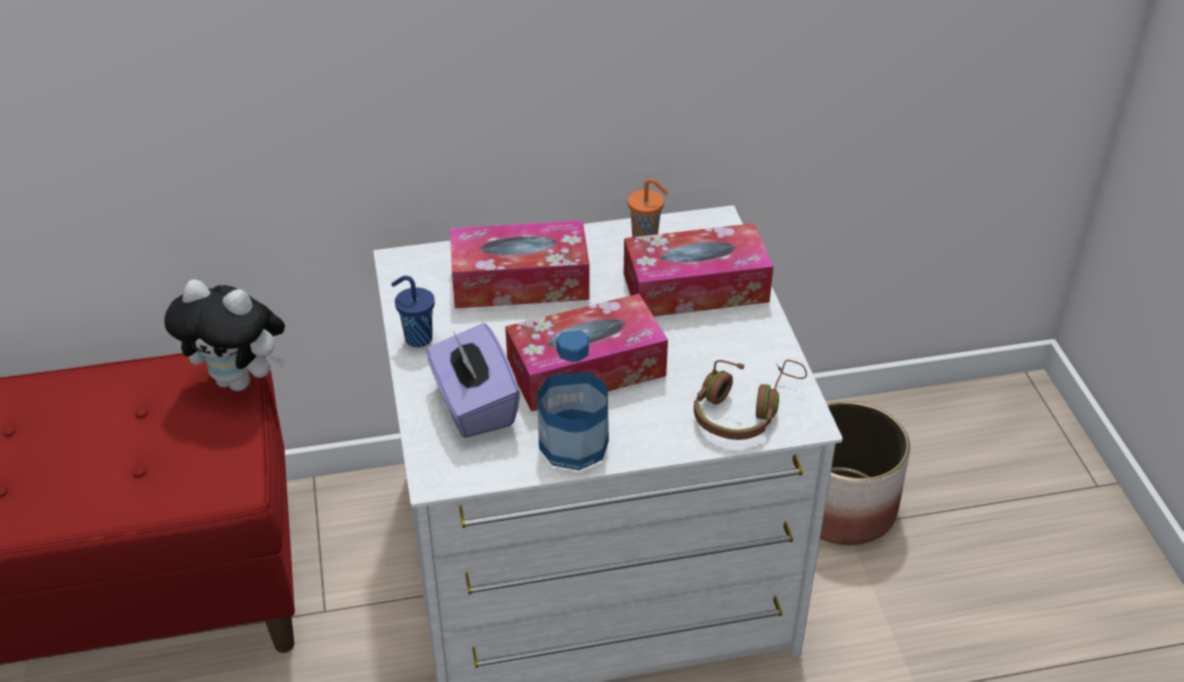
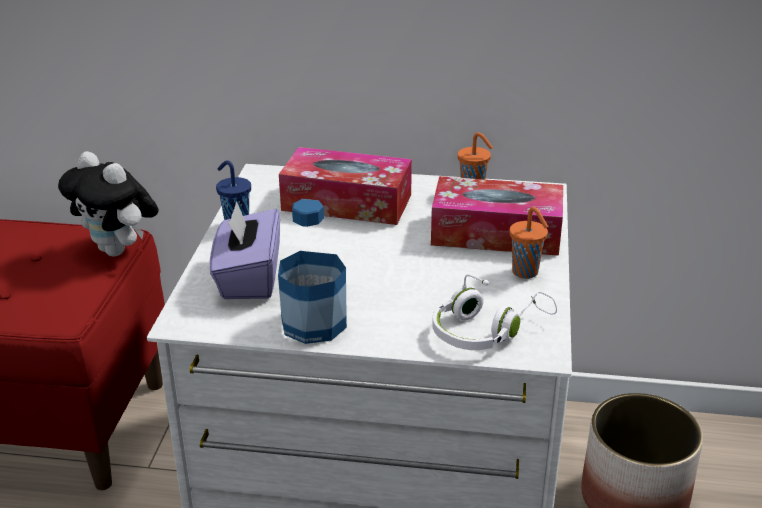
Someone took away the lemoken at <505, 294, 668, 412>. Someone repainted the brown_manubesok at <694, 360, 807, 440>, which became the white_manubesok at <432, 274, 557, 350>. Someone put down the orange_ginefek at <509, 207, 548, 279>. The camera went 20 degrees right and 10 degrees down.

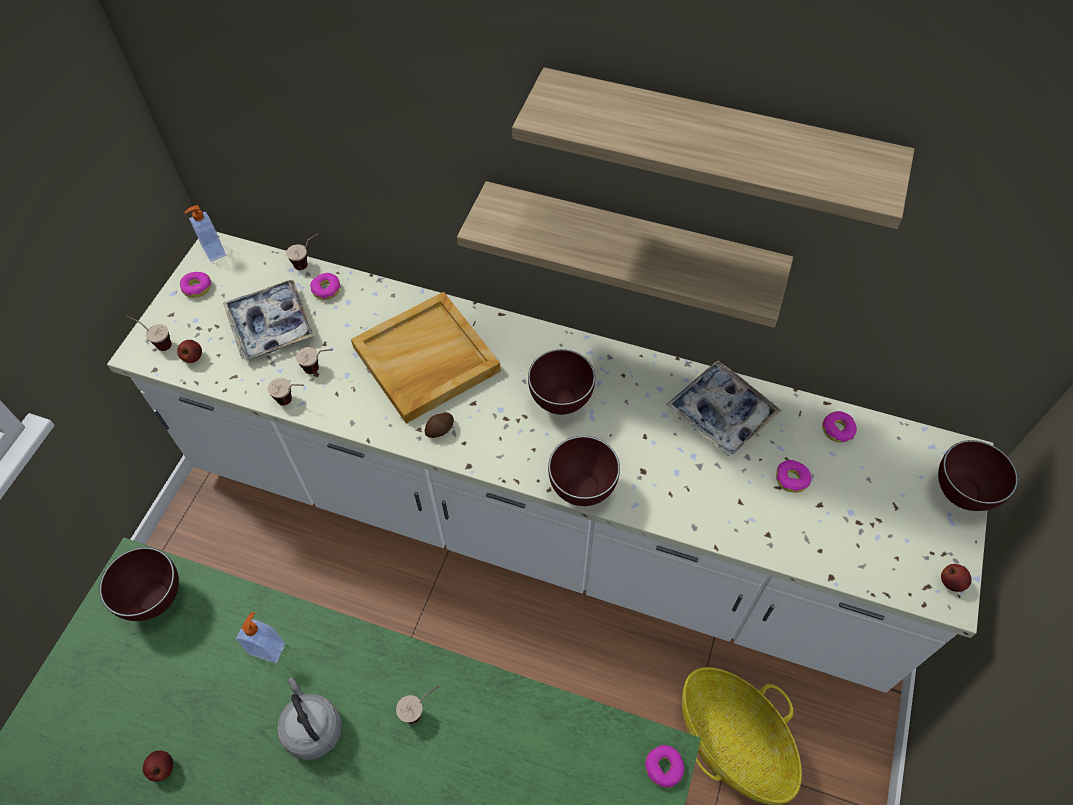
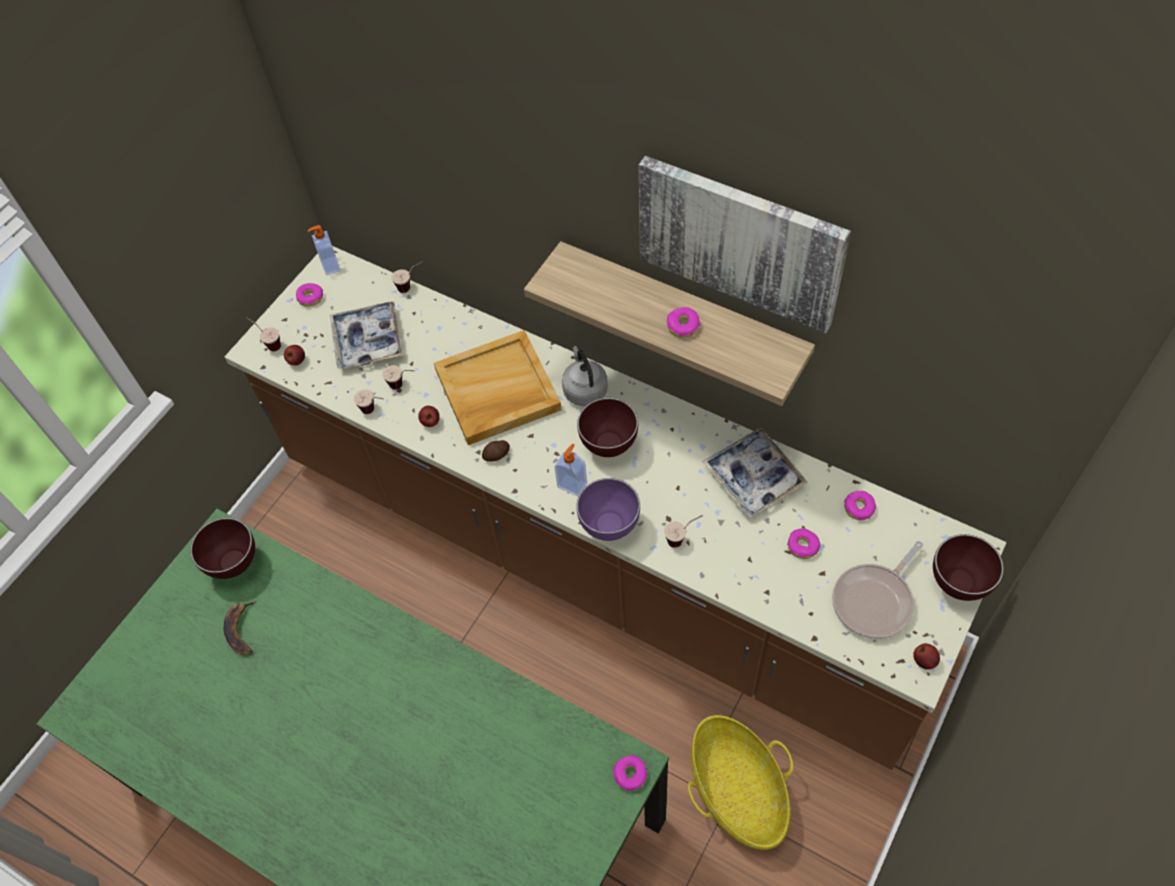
Someone swapped the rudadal at <512, 67, 915, 229> for the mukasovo at <639, 156, 851, 333>. Someone repainted the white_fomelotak at <107, 232, 993, 693>, which became the brown_fomelotak at <225, 246, 1006, 770>. Someone carried the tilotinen from <310, 273, 341, 300> to <667, 307, 700, 337>. Someone repainted the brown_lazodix at <548, 436, 620, 506>, which became the purple_lazodix at <576, 478, 640, 541>. Someone carried the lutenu from <236, 612, 285, 663> to <554, 444, 587, 496>. Someone carried the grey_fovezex from <277, 677, 342, 760> to <562, 346, 608, 406>. Someone carried the ginefek from <396, 686, 439, 724> to <664, 515, 703, 548>. Someone carried the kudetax from <143, 751, 173, 782> to <418, 406, 440, 427>. Someone put down the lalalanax at <832, 541, 923, 639>. Someone put down the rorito at <224, 600, 257, 655>. The camera went 15 degrees right and 0 degrees up.

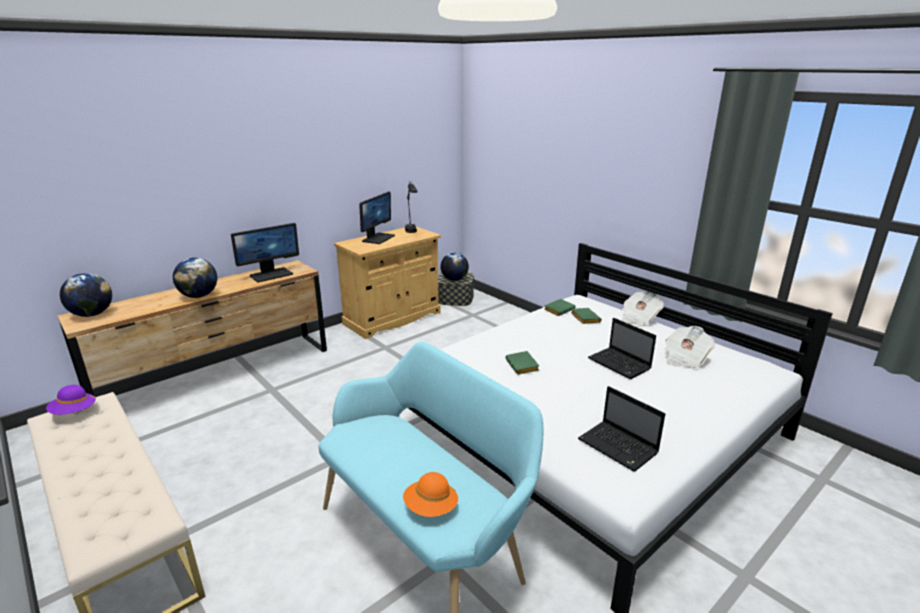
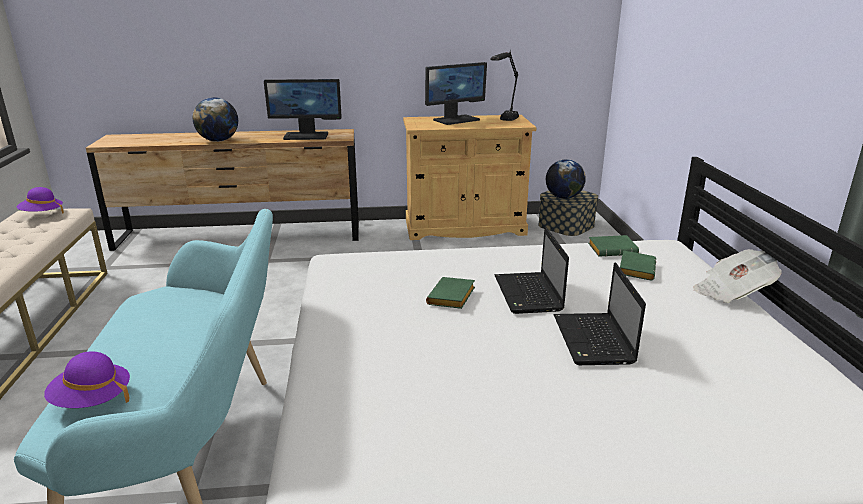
Someone took away the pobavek at <60, 273, 112, 317>. Someone took away the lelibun at <665, 326, 715, 368>. Someone carried the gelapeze from <578, 386, 665, 472> to <494, 227, 569, 314>. Someone repainted the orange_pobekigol at <403, 472, 458, 517>, which became the purple_pobekigol at <44, 351, 130, 408>. The camera went 35 degrees right and 0 degrees up.

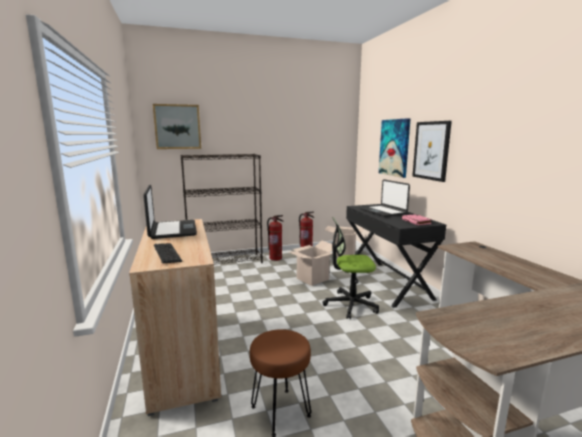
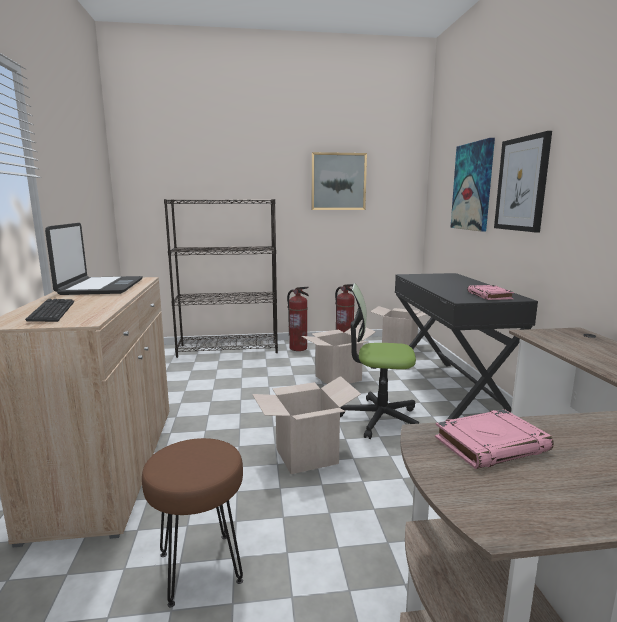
Someone carried the mukasovo from <153, 104, 201, 149> to <311, 152, 367, 210>. Someone took away the gelapeze at <360, 179, 410, 217>. Someone put down the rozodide at <252, 376, 361, 474>. Someone put down the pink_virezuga at <435, 409, 554, 469>. The camera went 10 degrees right and 0 degrees up.

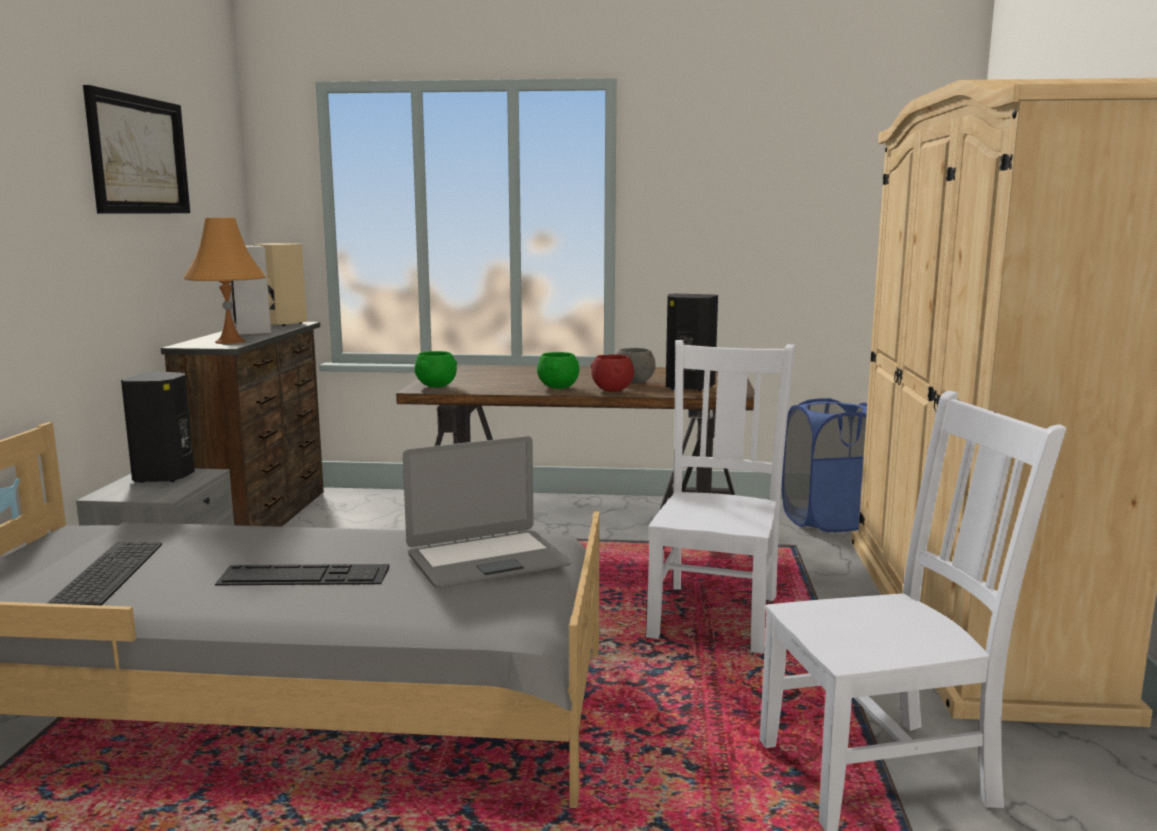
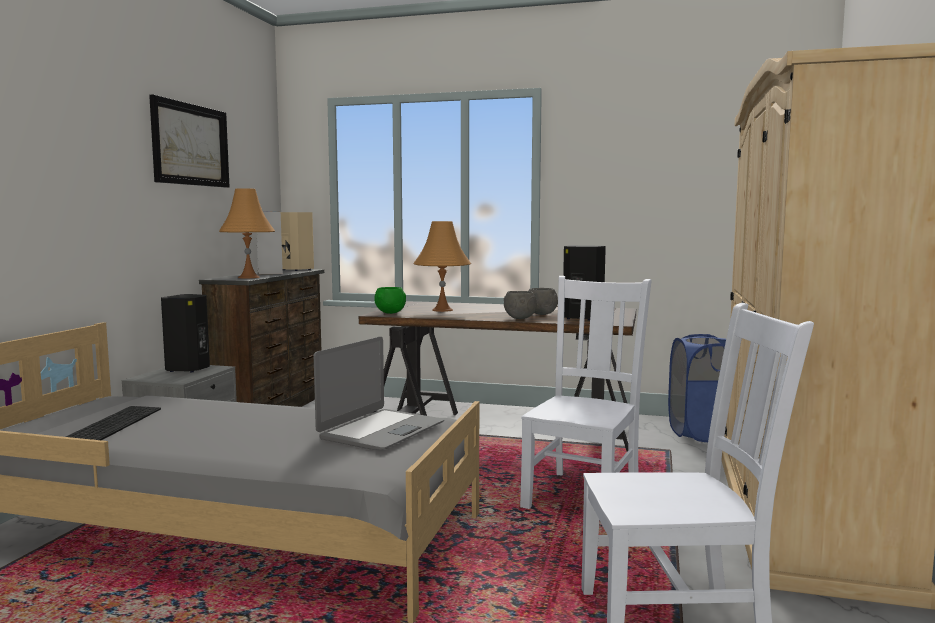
Someone took away the green_lazodix at <537, 352, 579, 389>. Someone repainted the red_lazodix at <591, 354, 634, 392>, which became the grey_lazodix at <504, 291, 537, 319>. Someone rotated the gelapeze at <403, 436, 572, 588> by 45 degrees counterclockwise. Someone took away the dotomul at <215, 564, 389, 585>. Someone put down the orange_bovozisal at <413, 221, 471, 312>. The camera went 10 degrees right and 5 degrees down.

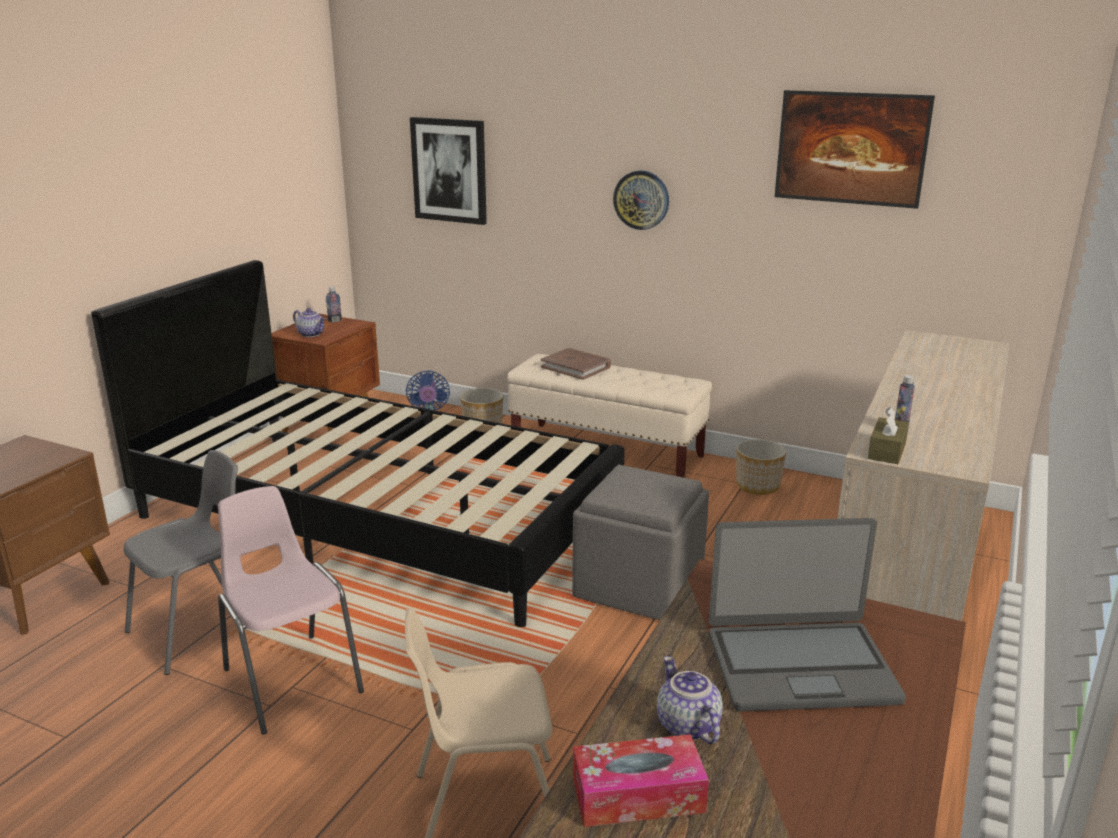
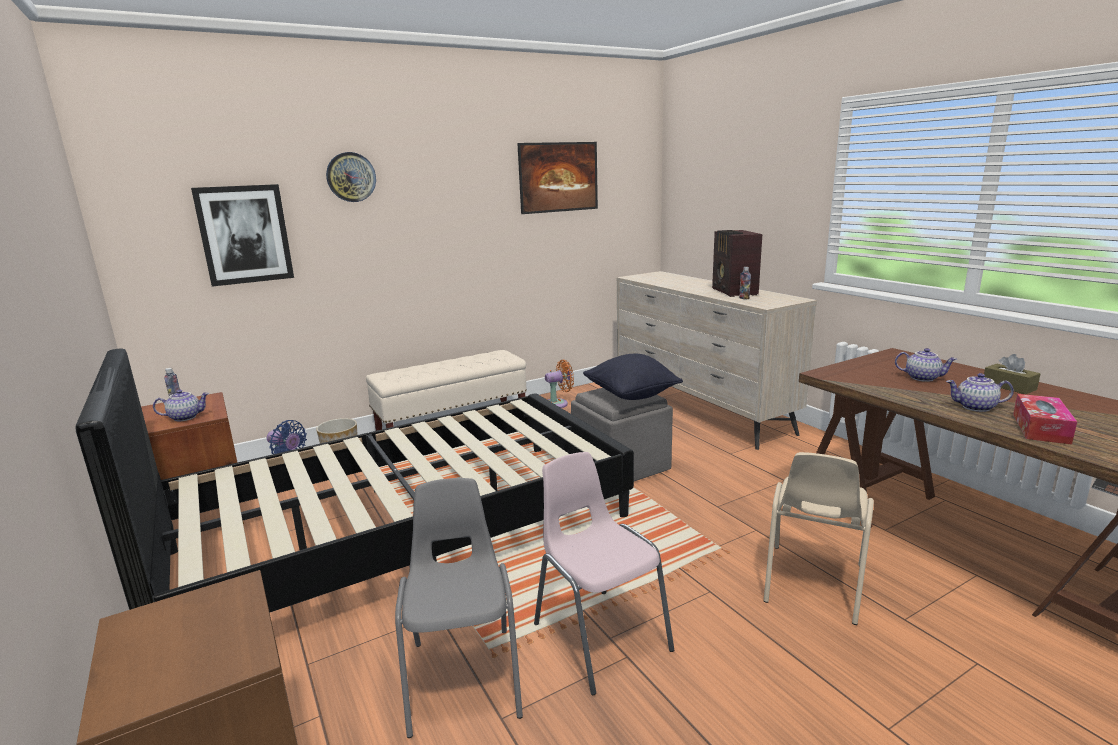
Someone carried the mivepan from <613, 170, 669, 230> to <326, 152, 376, 202>. Someone took away the brown_virezuga at <541, 348, 611, 380>. Someone carried the brown_lemoken from <868, 407, 909, 464> to <984, 354, 1040, 394>. Someone swapped the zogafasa at <736, 439, 786, 495> for the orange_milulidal at <545, 359, 574, 408>. Someone rotated the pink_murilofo at <218, 486, 364, 735> by 60 degrees clockwise. Someone swapped the gelapeze at <709, 518, 906, 711> for the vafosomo at <895, 348, 957, 382>. Someone put down the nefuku at <712, 230, 762, 297>. Someone put down the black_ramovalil at <583, 354, 683, 400>. The camera went 55 degrees left and 5 degrees down.

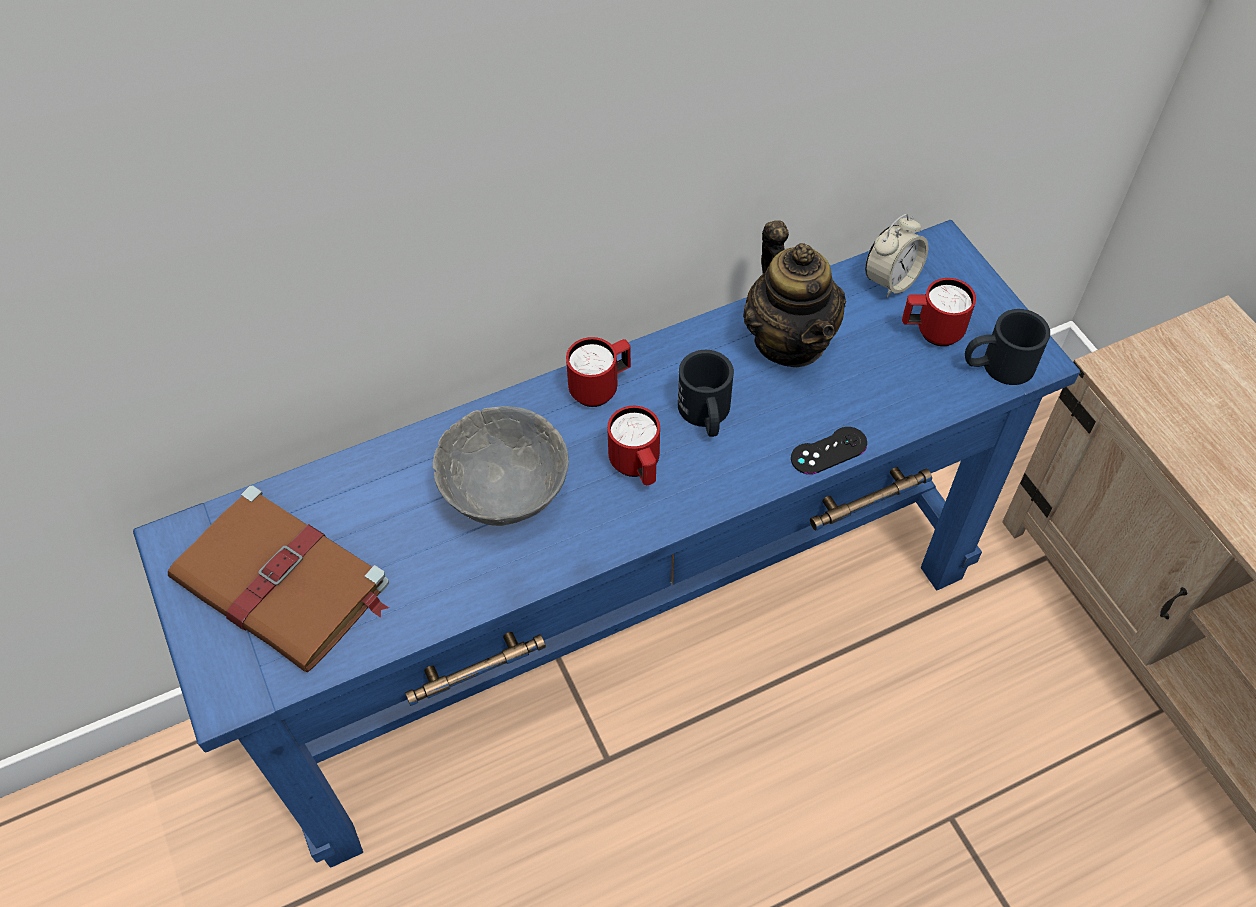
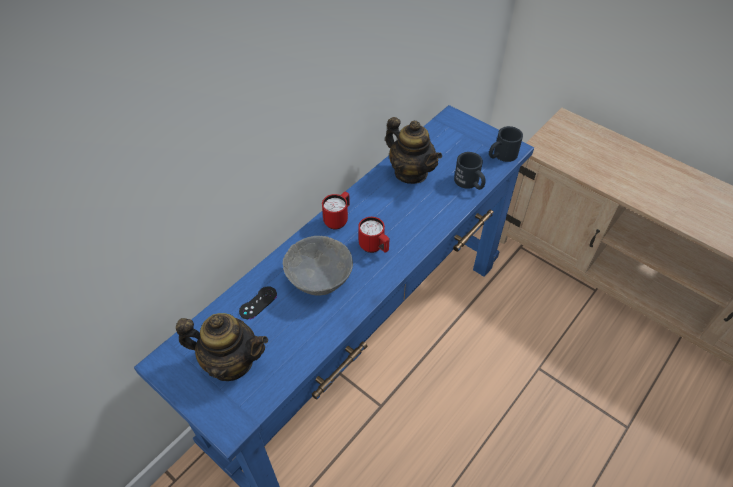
Someone took away the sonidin at <865, 214, 928, 298>. Someone took away the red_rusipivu at <902, 278, 976, 346>. Someone carried the black_rusipivu from <678, 350, 734, 437> to <454, 152, 486, 190>. Someone carried the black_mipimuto from <791, 427, 867, 474> to <239, 286, 277, 319>. Someone swapped the brown_virezuga at <168, 485, 389, 672> for the vafosomo at <176, 313, 268, 381>. The camera went 25 degrees left and 5 degrees down.

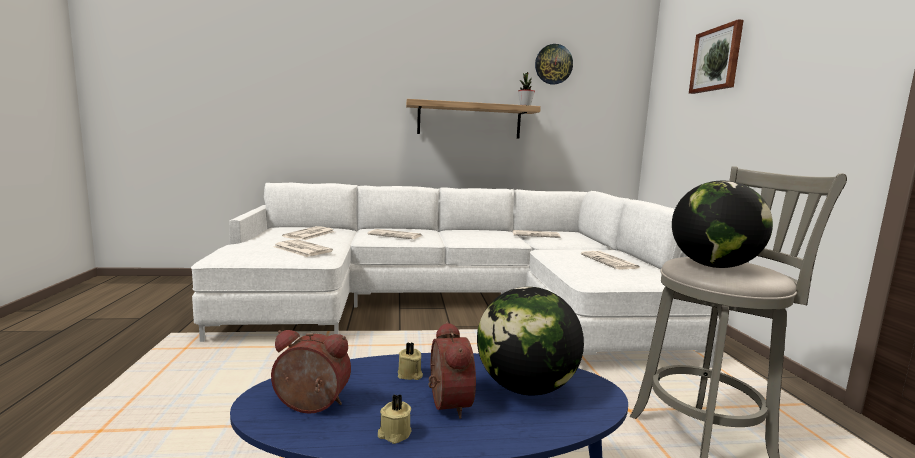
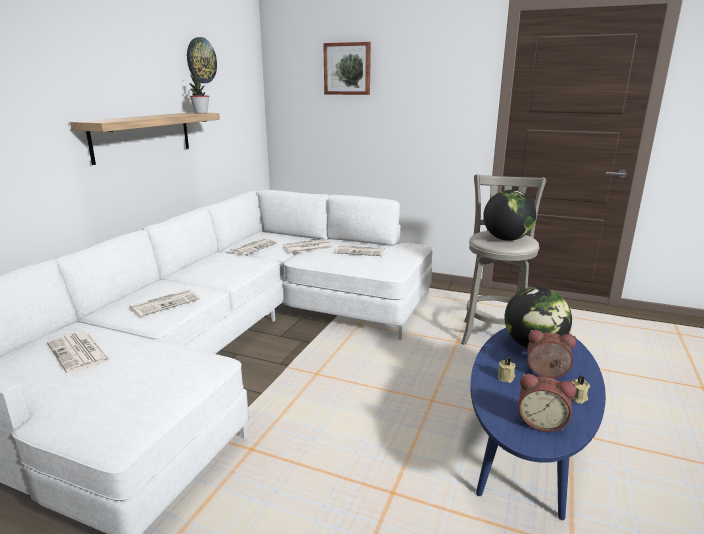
Someone carried the lelibun from <273, 239, 333, 257> to <283, 239, 333, 253>. Someone rotated the sonidin at <271, 330, 351, 414> by 105 degrees counterclockwise. The camera went 60 degrees left and 10 degrees up.

